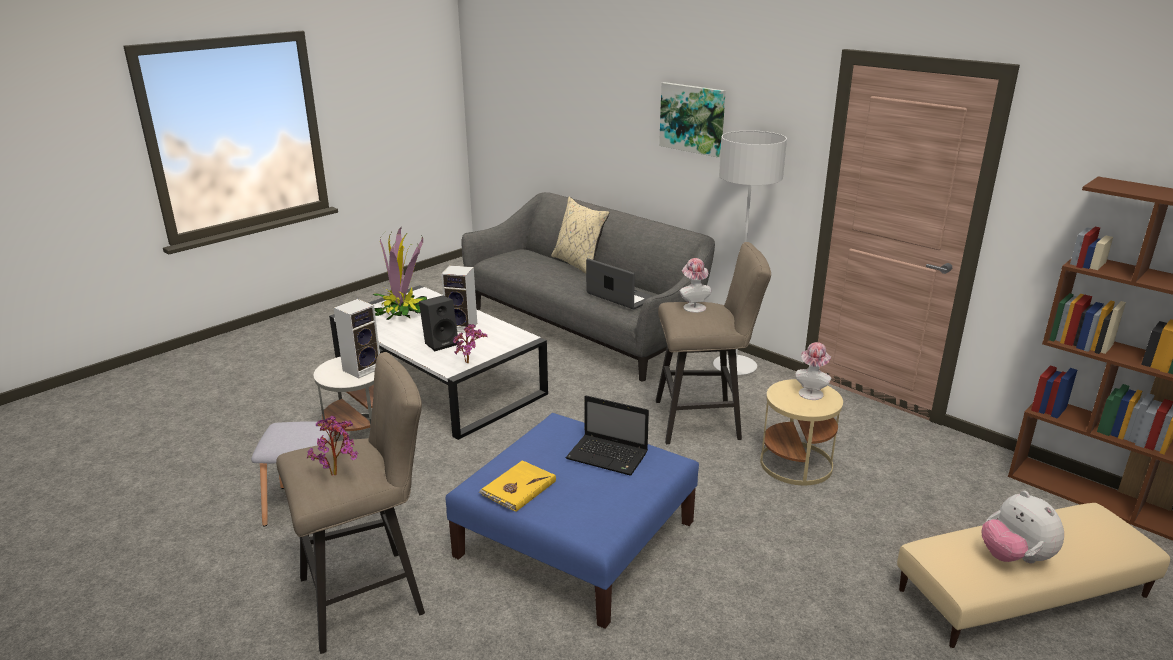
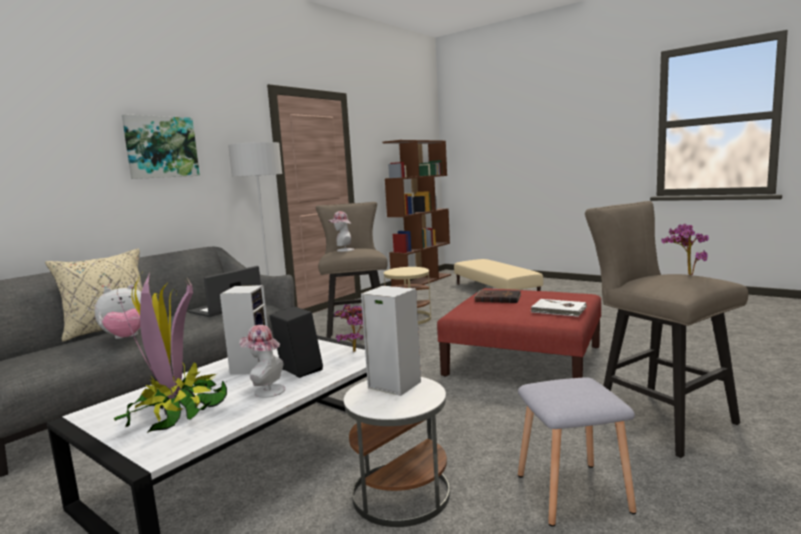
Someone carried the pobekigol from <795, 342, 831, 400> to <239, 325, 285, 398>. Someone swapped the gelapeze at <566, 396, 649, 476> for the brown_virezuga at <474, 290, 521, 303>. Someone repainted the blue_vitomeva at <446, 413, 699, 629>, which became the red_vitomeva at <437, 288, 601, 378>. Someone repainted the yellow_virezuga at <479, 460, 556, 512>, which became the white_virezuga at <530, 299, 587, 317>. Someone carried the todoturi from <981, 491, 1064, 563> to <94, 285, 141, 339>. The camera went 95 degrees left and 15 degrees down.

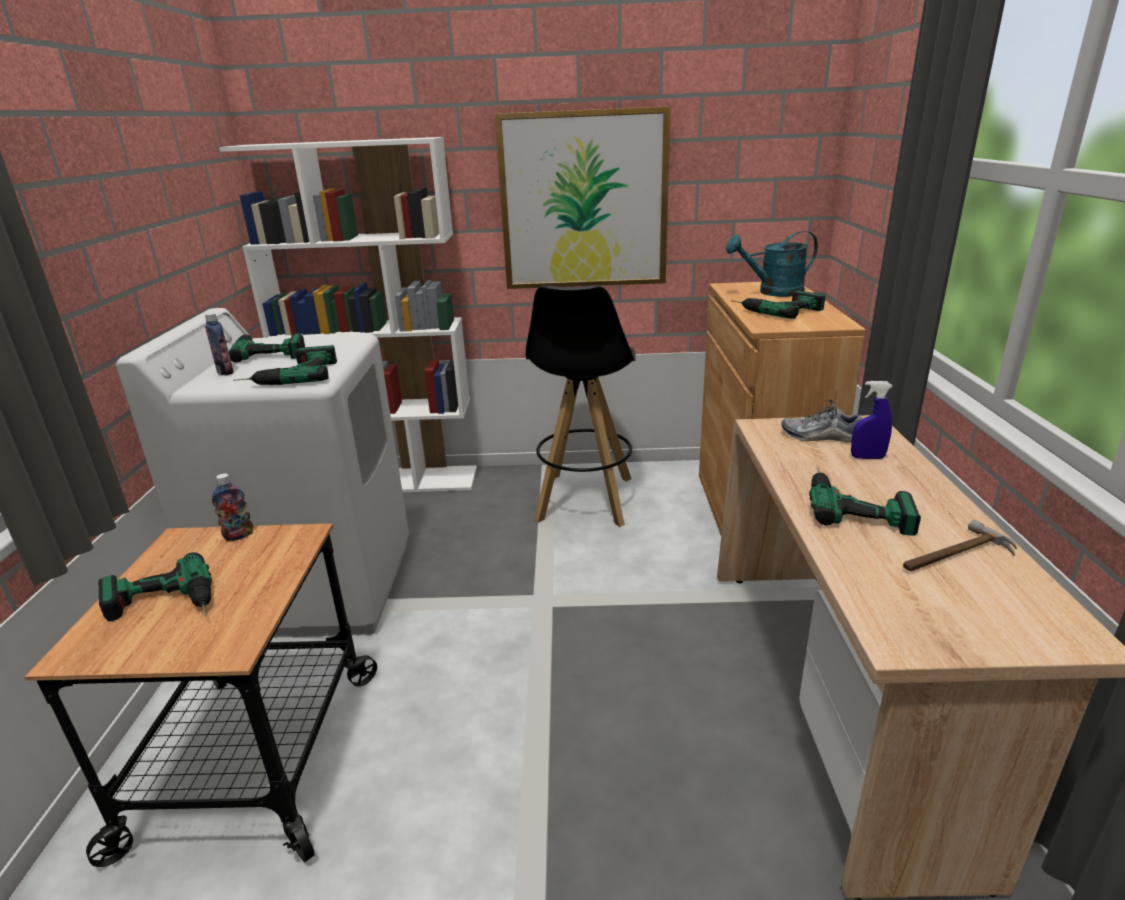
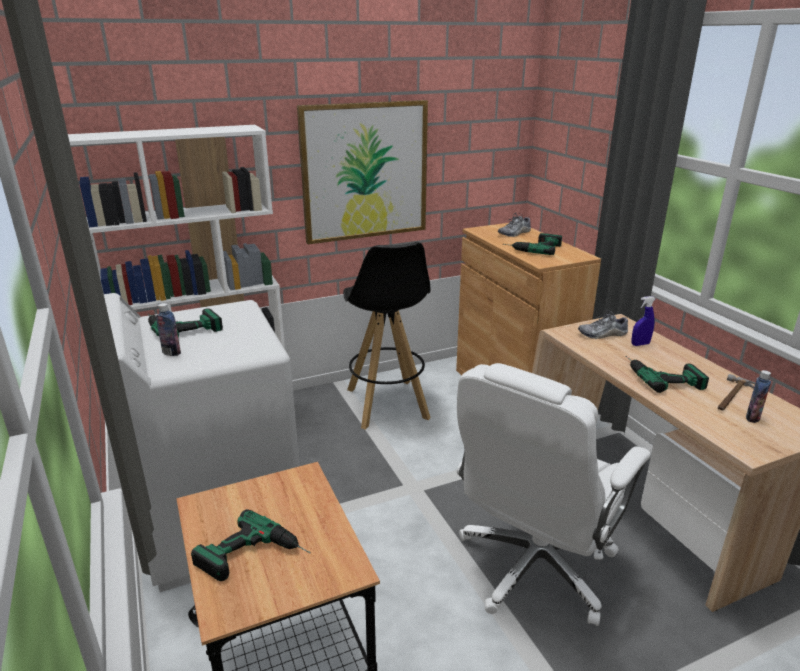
Someone swapped the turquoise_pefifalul at <726, 231, 818, 297> for the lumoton at <498, 213, 531, 237>. Someone took away the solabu at <233, 345, 337, 385>. Someone carried the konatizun from <212, 473, 253, 541> to <746, 370, 771, 423>. Someone put down the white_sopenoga at <457, 363, 651, 626>. The camera went 25 degrees left and 0 degrees up.

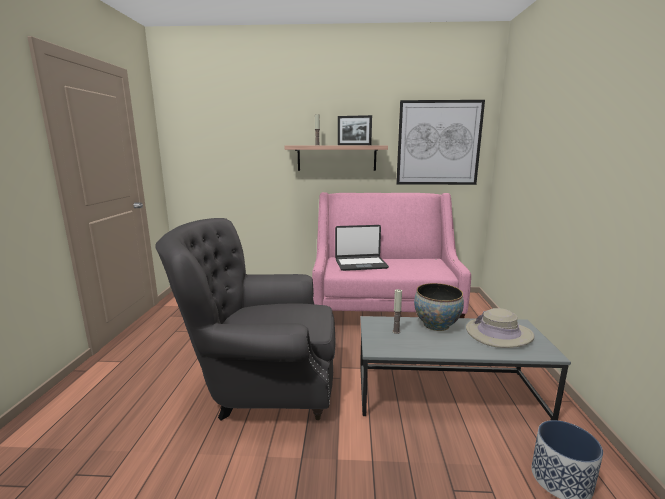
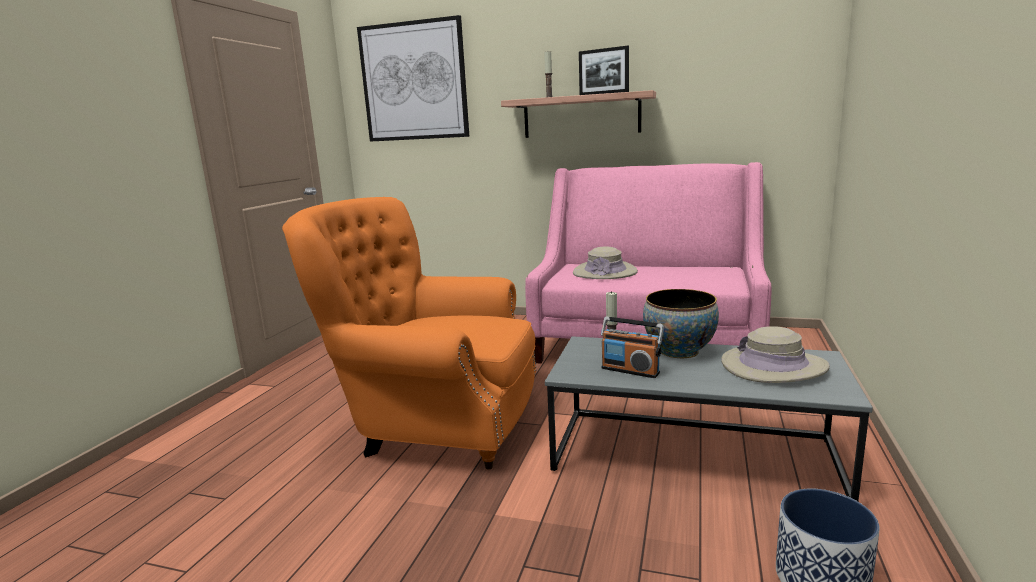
Someone carried the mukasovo from <396, 100, 485, 185> to <357, 15, 470, 142>. Someone repainted the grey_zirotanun at <155, 218, 335, 421>, which became the orange_zirotanun at <282, 197, 536, 469>. Someone swapped the gelapeze at <335, 225, 389, 271> for the beige_pobekigol at <573, 247, 638, 279>. Someone put down the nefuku at <601, 317, 664, 378>. The camera went 15 degrees right and 0 degrees up.

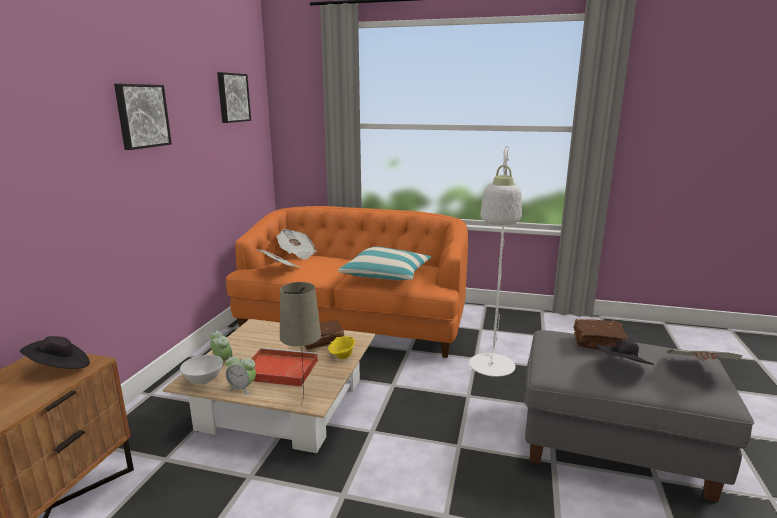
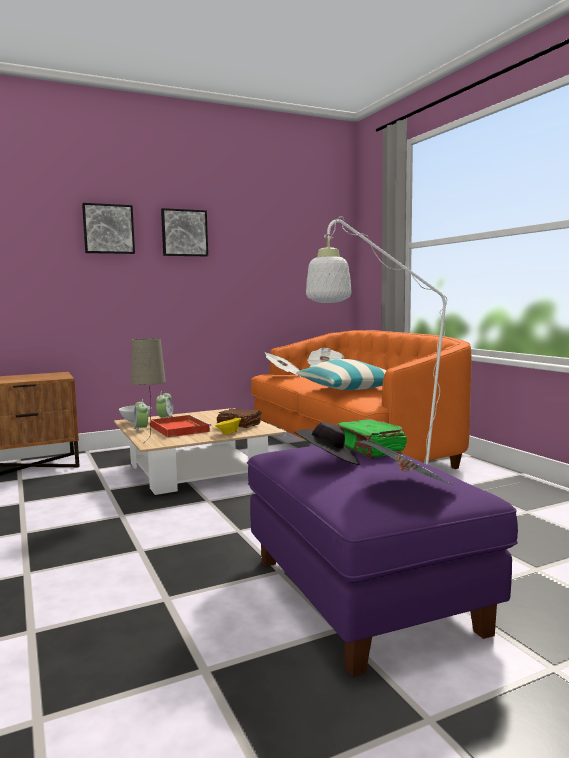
Someone carried the mukasovo from <217, 72, 251, 123> to <82, 203, 135, 254>. Someone repainted the brown_virezuga at <573, 319, 628, 349>, which became the green_virezuga at <336, 419, 407, 458>. Someone repainted the grey_vitomeva at <524, 330, 754, 502>, which became the purple_vitomeva at <247, 445, 518, 677>. Someone took away the black_pobekigol at <20, 336, 90, 369>. The camera went 50 degrees right and 10 degrees down.

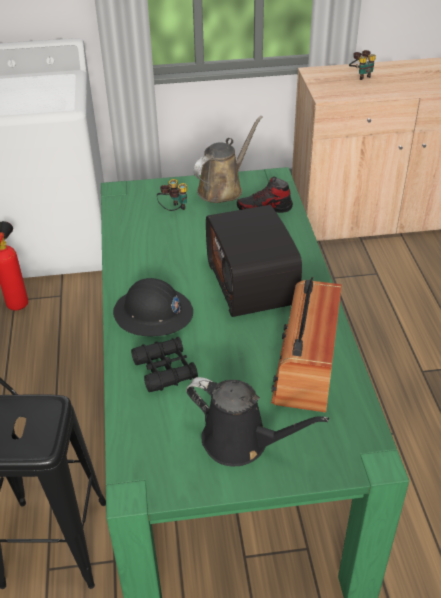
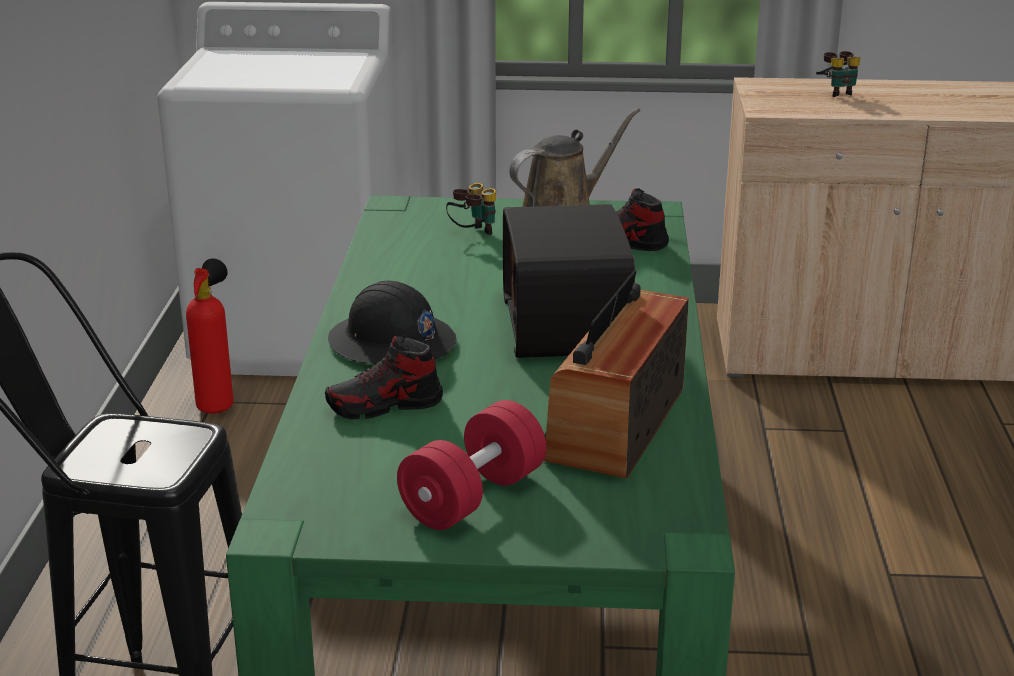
Someone swapped the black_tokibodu at <131, 337, 198, 392> for the lumoton at <325, 334, 443, 419>. Someone swapped the black_pefifalul at <186, 377, 329, 466> for the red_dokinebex at <397, 400, 546, 530>. The camera went 10 degrees right and 15 degrees down.

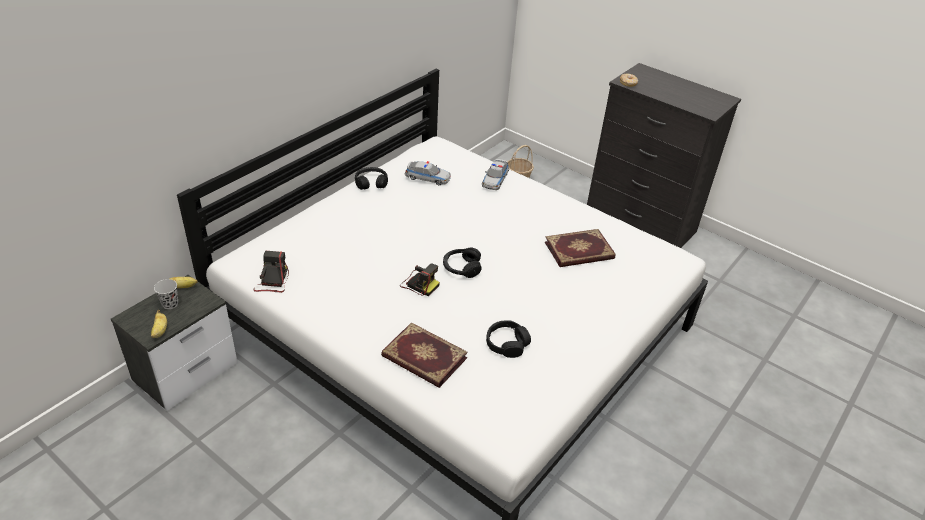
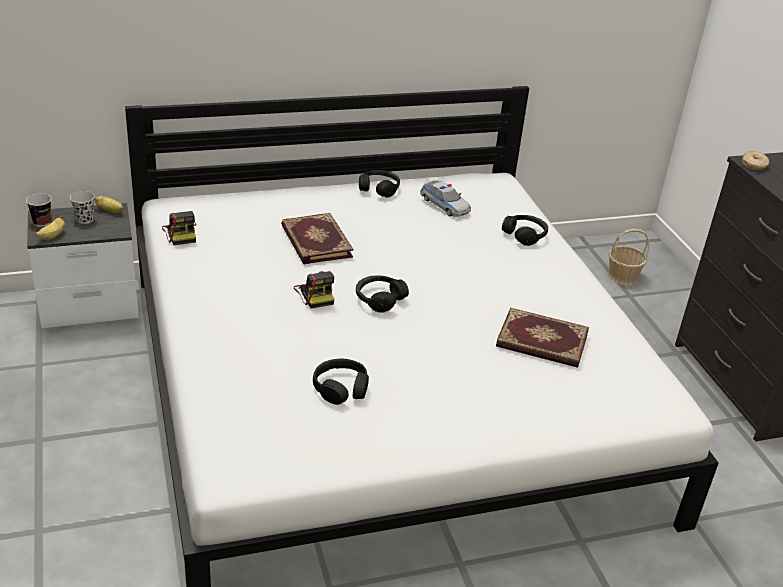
Someone swapped the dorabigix at <482, 159, 509, 190> for the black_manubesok at <502, 215, 548, 246>. Someone rotated the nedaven at <253, 251, 289, 293> by 120 degrees clockwise. Someone carried the virezuga from <381, 322, 468, 388> to <281, 213, 354, 264>. Someone put down the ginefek at <26, 194, 51, 227>. The camera went 35 degrees right and 5 degrees down.

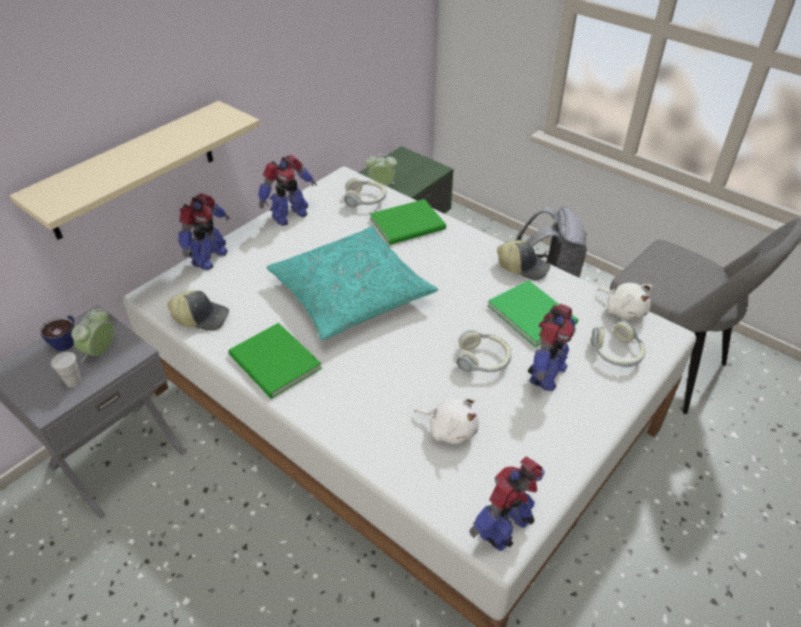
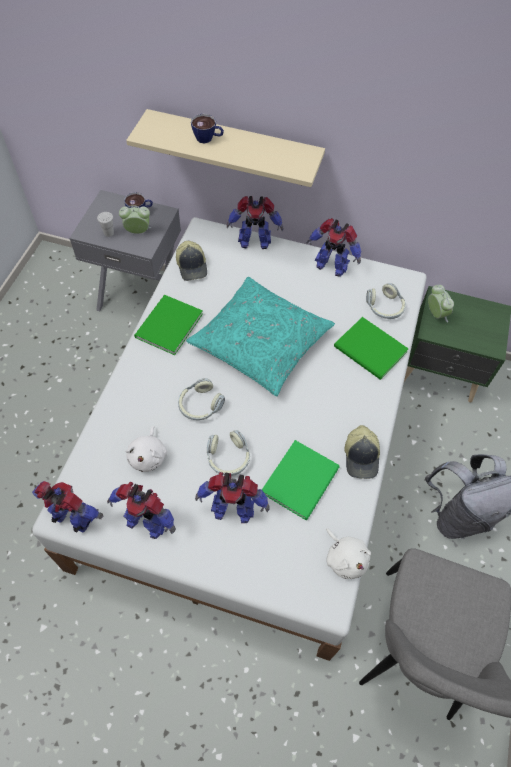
Someone rotated the white_todoturi at <598, 283, 653, 320> by 60 degrees counterclockwise. Someone carried the manubesok from <591, 321, 646, 367> to <178, 378, 225, 420>. Someone put down the ginefek at <191, 114, 224, 144>. Someone put down the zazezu at <107, 482, 176, 539>. The camera went 65 degrees right and 15 degrees up.

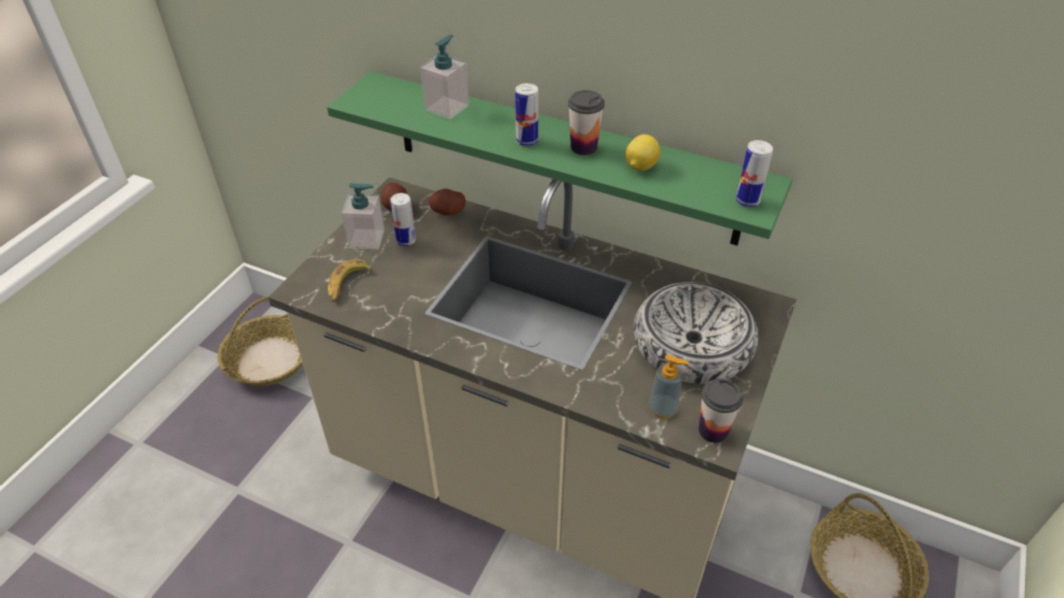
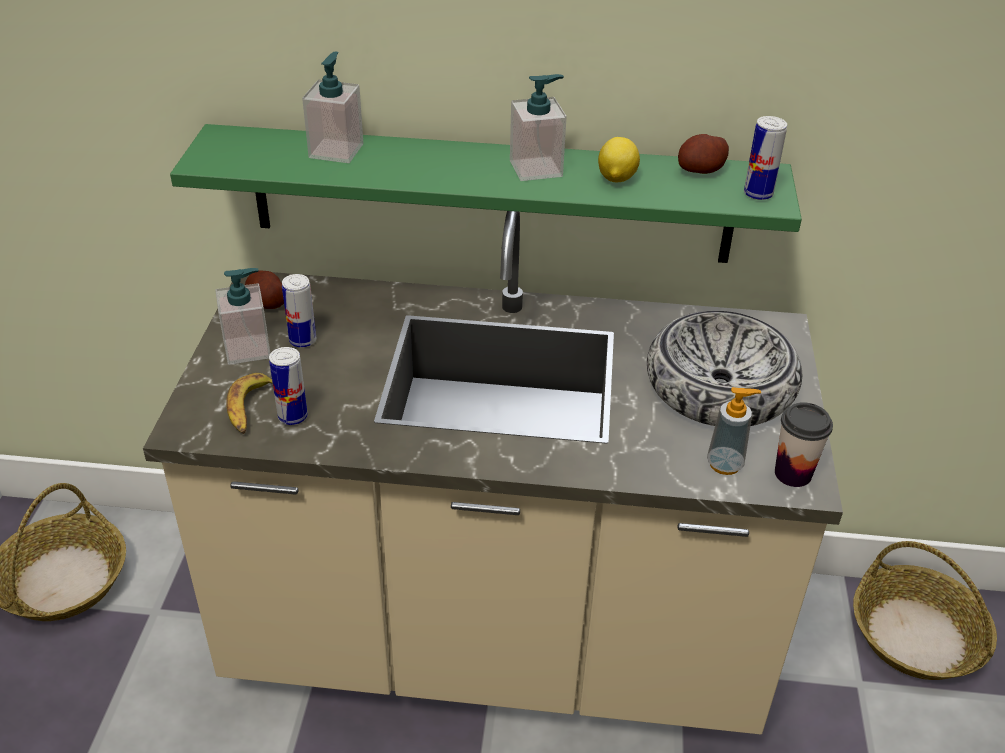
Someone carried the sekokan from <515, 83, 538, 146> to <269, 347, 308, 425>. Someone swapped the ginefek at <568, 90, 605, 155> for the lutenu at <510, 74, 567, 181>. Someone carried the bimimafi from <429, 189, 466, 215> to <678, 134, 729, 174>. The camera went 20 degrees left and 5 degrees down.

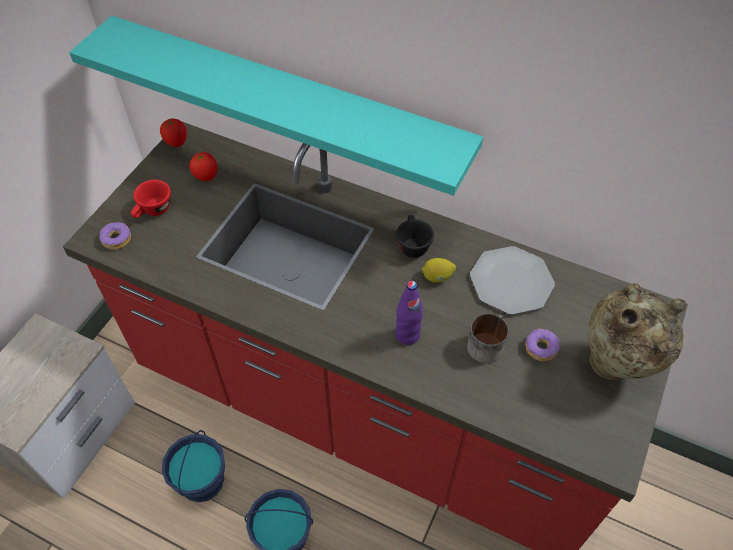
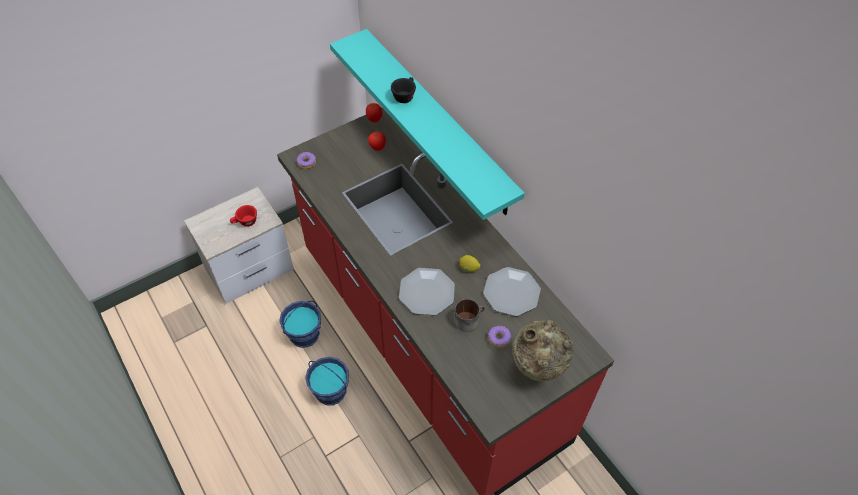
Someone carried the red_ginefek from <131, 180, 171, 218> to <230, 205, 257, 227>. Someone carried the black_ginefek from <396, 215, 434, 258> to <391, 77, 416, 103>. Someone swapped the purple_konatizun at <395, 281, 423, 345> for the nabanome at <399, 268, 455, 315>. The camera went 30 degrees right and 0 degrees up.

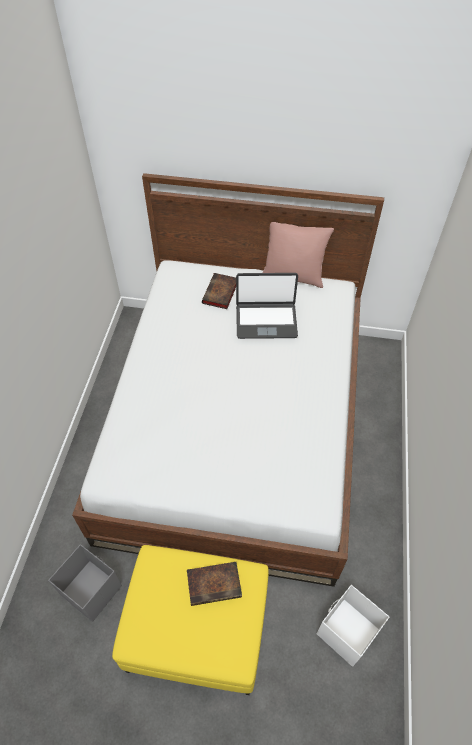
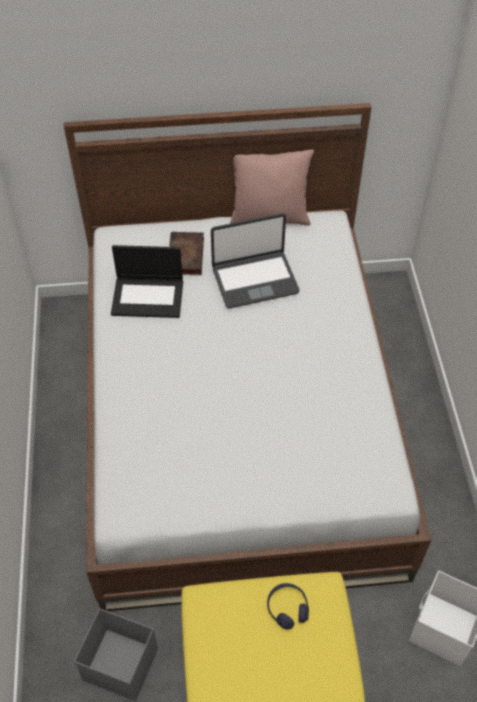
Someone swapped the virezuga at <187, 562, 242, 606> for the purple_manubesok at <267, 583, 309, 630>. Someone put down the gelapeze at <111, 245, 183, 318>. The camera went 15 degrees left and 0 degrees up.

